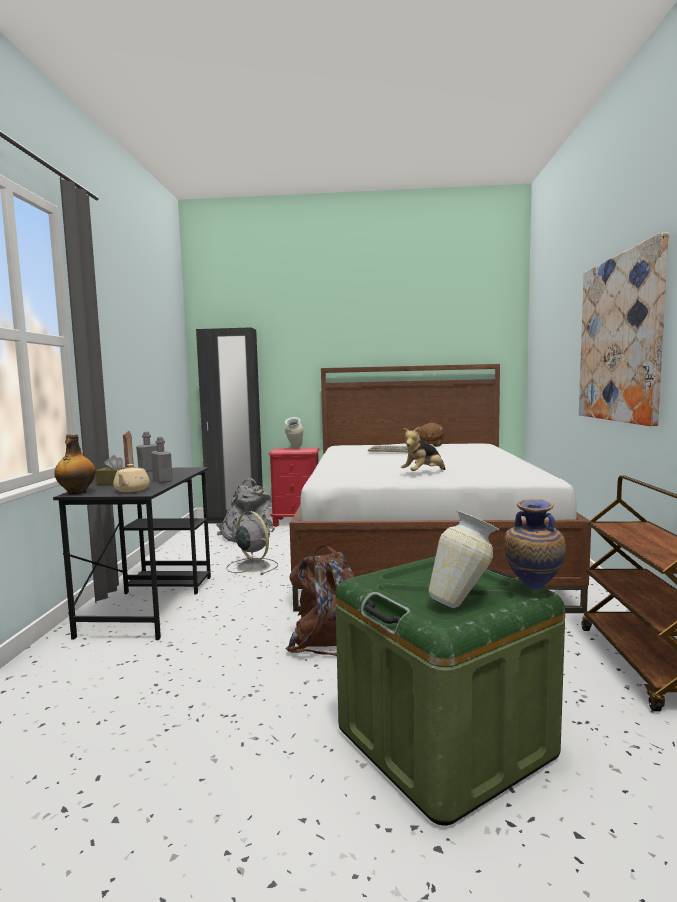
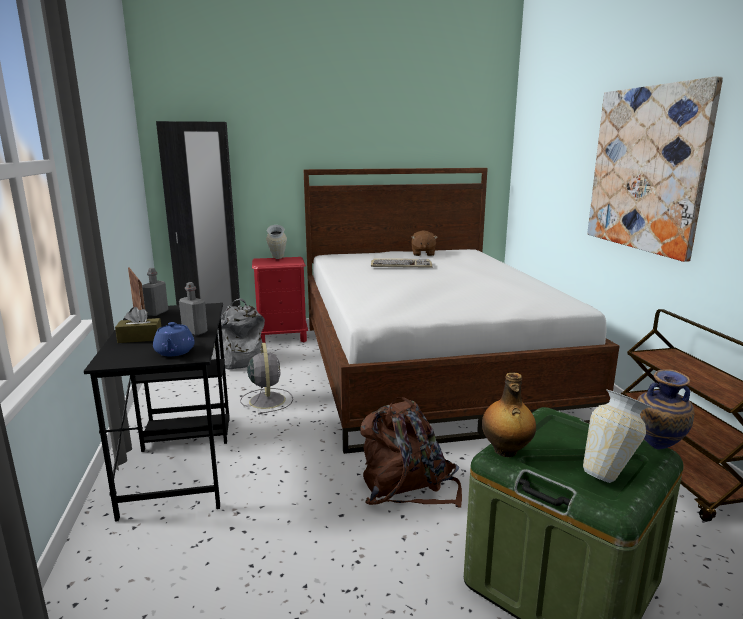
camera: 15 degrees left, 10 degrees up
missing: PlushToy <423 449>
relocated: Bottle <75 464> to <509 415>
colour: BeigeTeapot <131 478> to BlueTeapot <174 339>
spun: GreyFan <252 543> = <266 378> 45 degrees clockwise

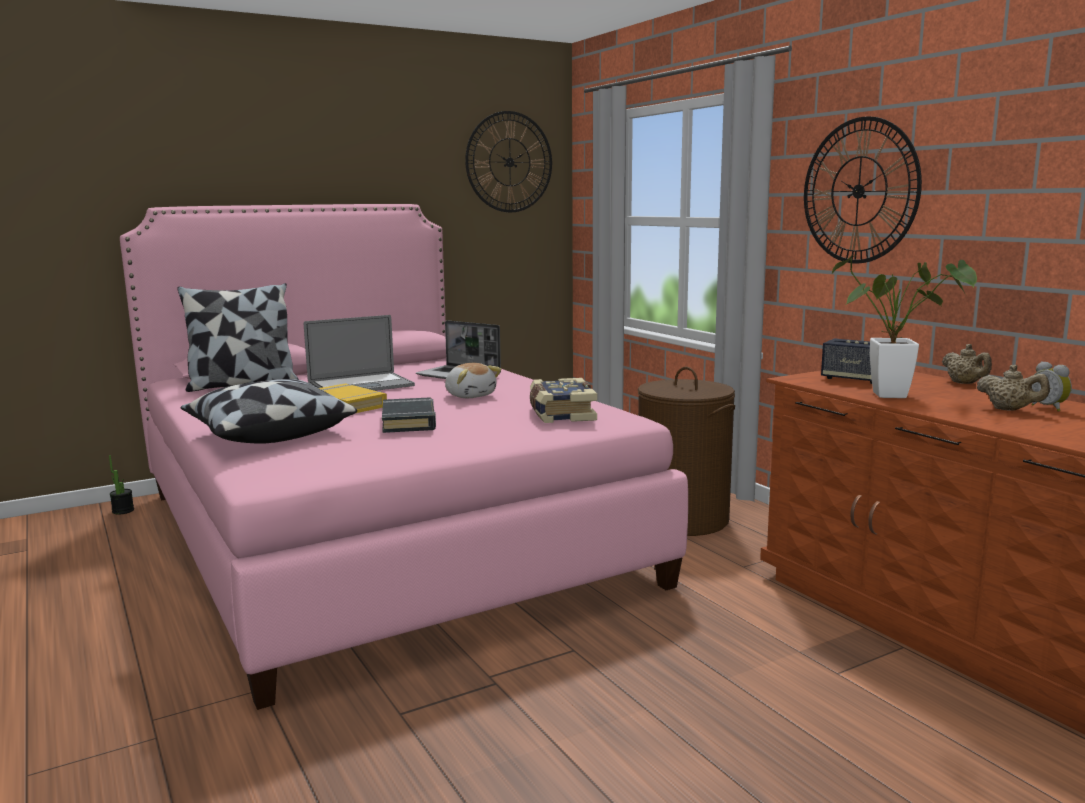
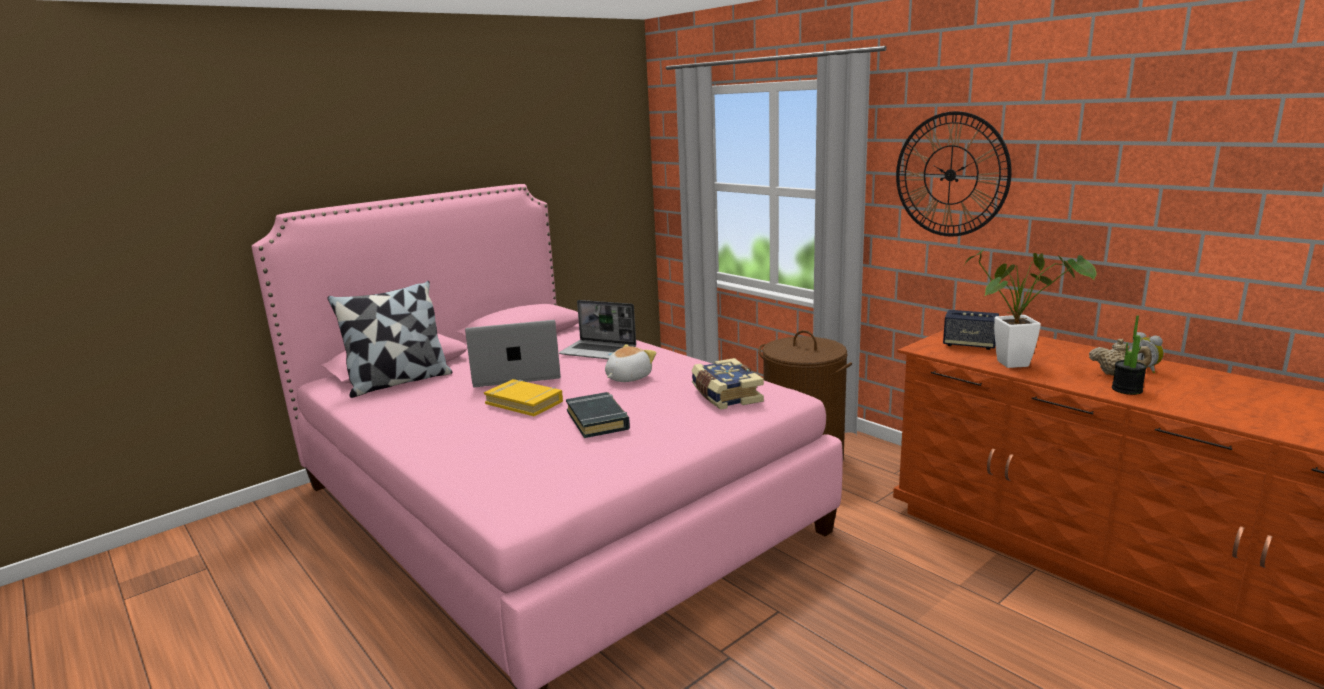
camera: 10 degrees left, 5 degrees up
missing: Pillow <269 411>; WallClock <508 161>; BeigeTeapot <967 364>
relocated: PottedPlant <121 485> to <1129 355>
spun: Laptop <359 353> = <513 353> 150 degrees counterclockwise; PlushToy <473 380> = <630 363> 90 degrees counterclockwise

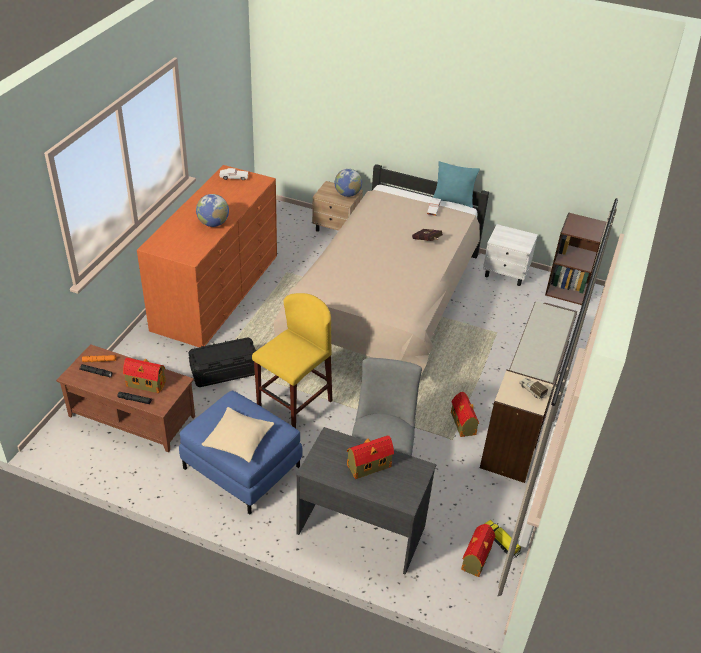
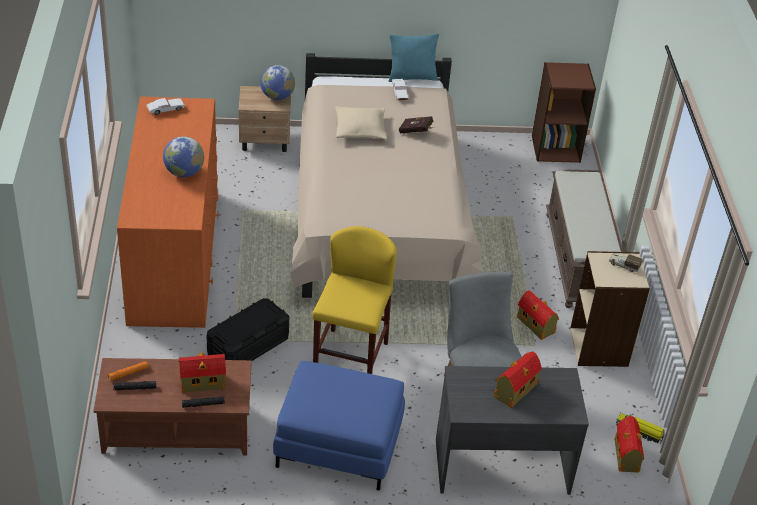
camera: 25 degrees left, 0 degrees up
missing: WhiteNightstand <510 255>
relocated: BeigePillow <238 435> to <361 123>

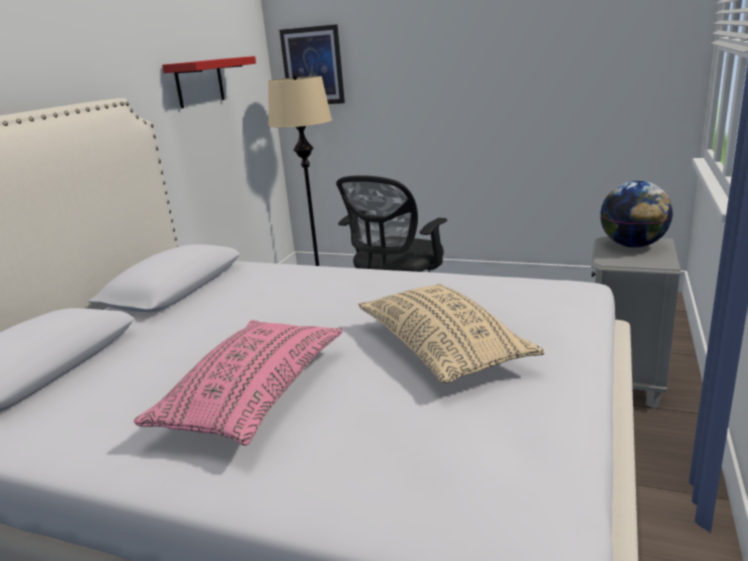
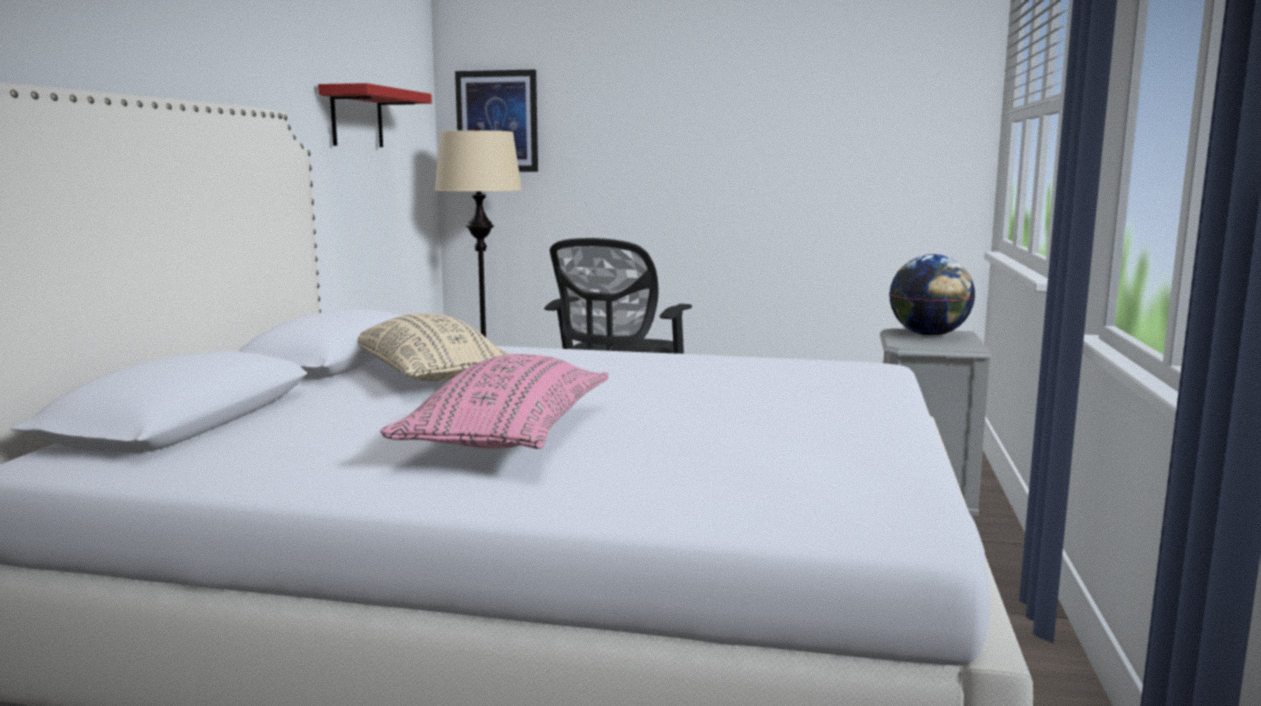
camera: 10 degrees left, 10 degrees down
relocated: BeigePillow <451 333> to <434 347>

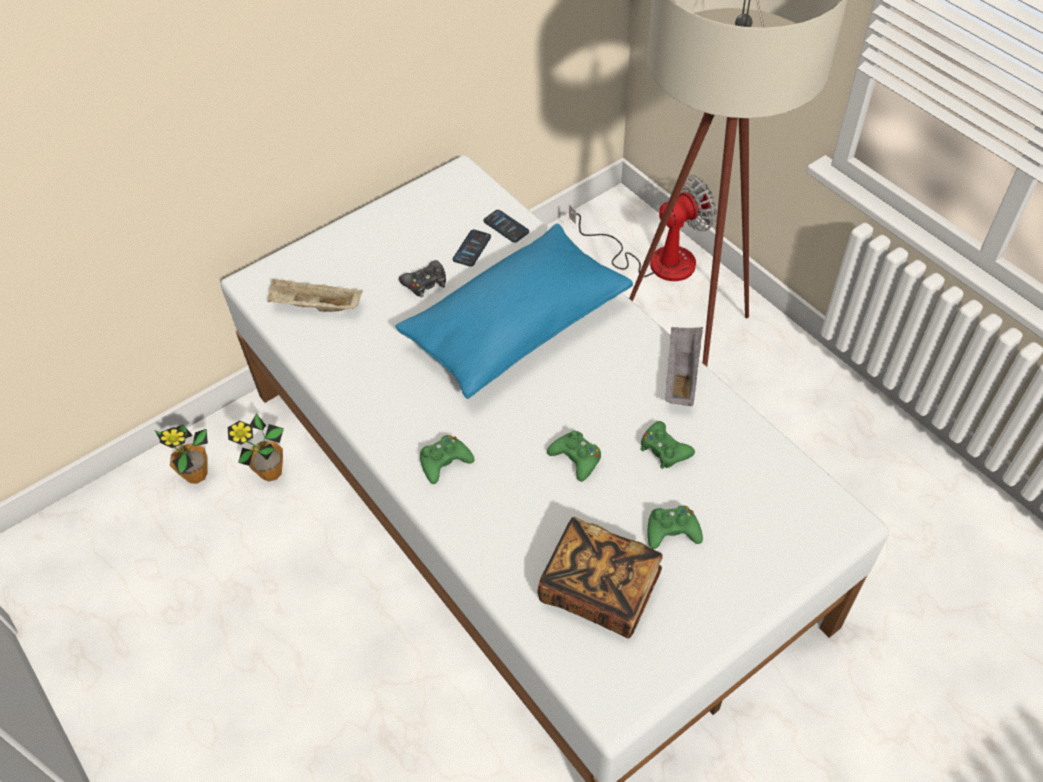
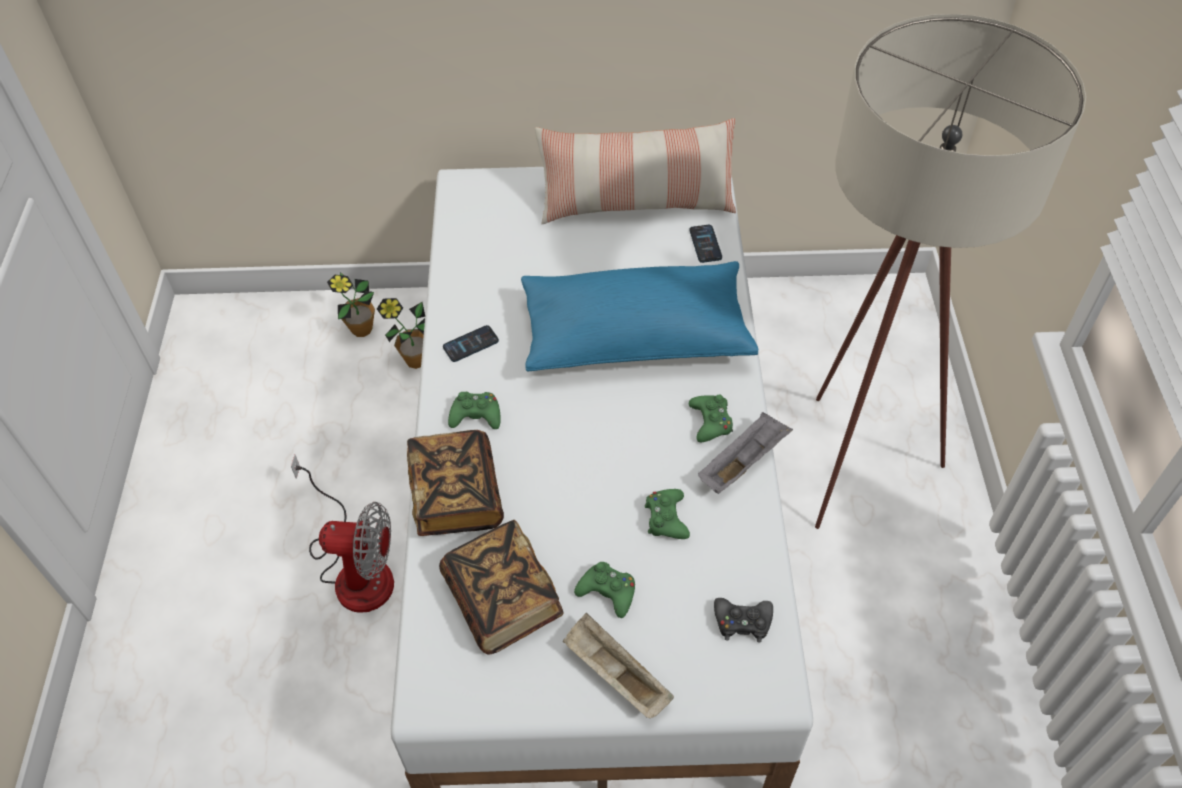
camera: 35 degrees right, 0 degrees up
appeared: Book <455 483>; Pillow <635 171>
relocated: Fan <643 228> to <342 534>; Phone <472 248> to <471 343>; BeigeTray <315 295> to <618 665>; GreenGameController <574 456> to <711 418>; BlackGameController <422 279> to <743 620>

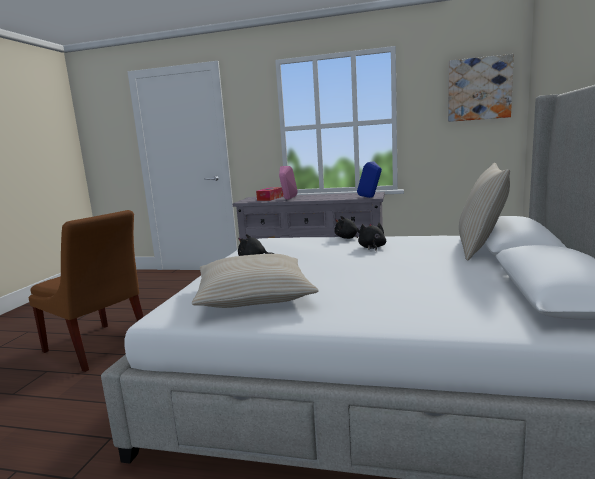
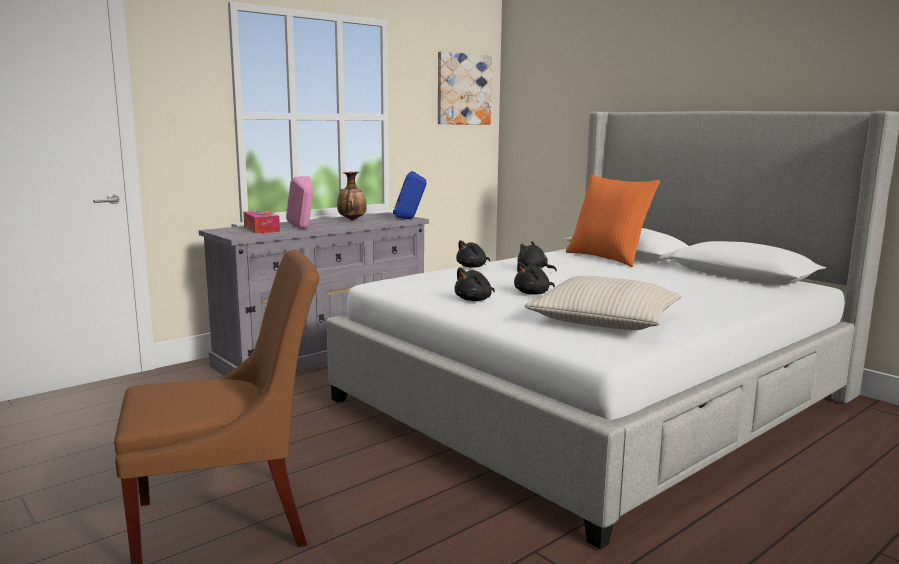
camera: 55 degrees left, 0 degrees up
appeared: Vase <352 196>; BlackPlushToy <534 278>
colour: BeigePillow <484 212> to OrangePillow <613 220>

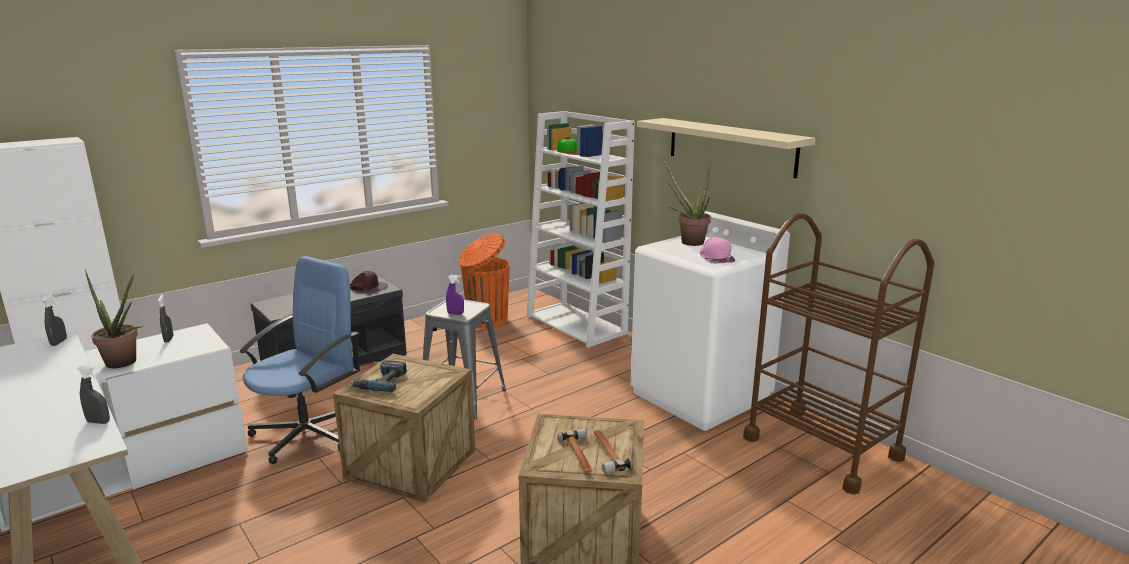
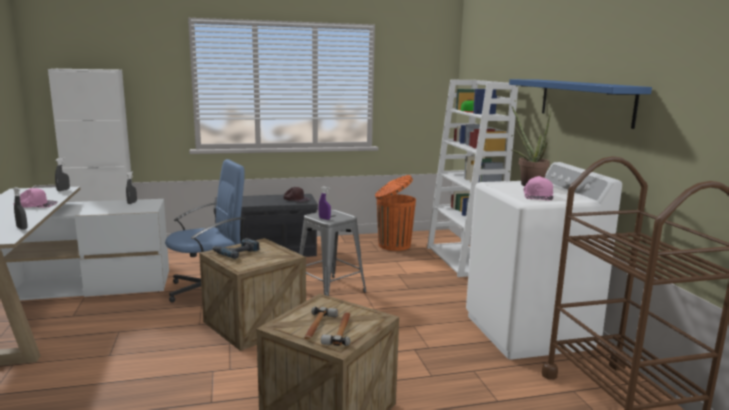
camera: 25 degrees right, 5 degrees down
missing: PottedPlant <114 319>
appeared: PinkCap <39 198>
colour: BeigeShelf <726 148> to BlueShelf <580 104>

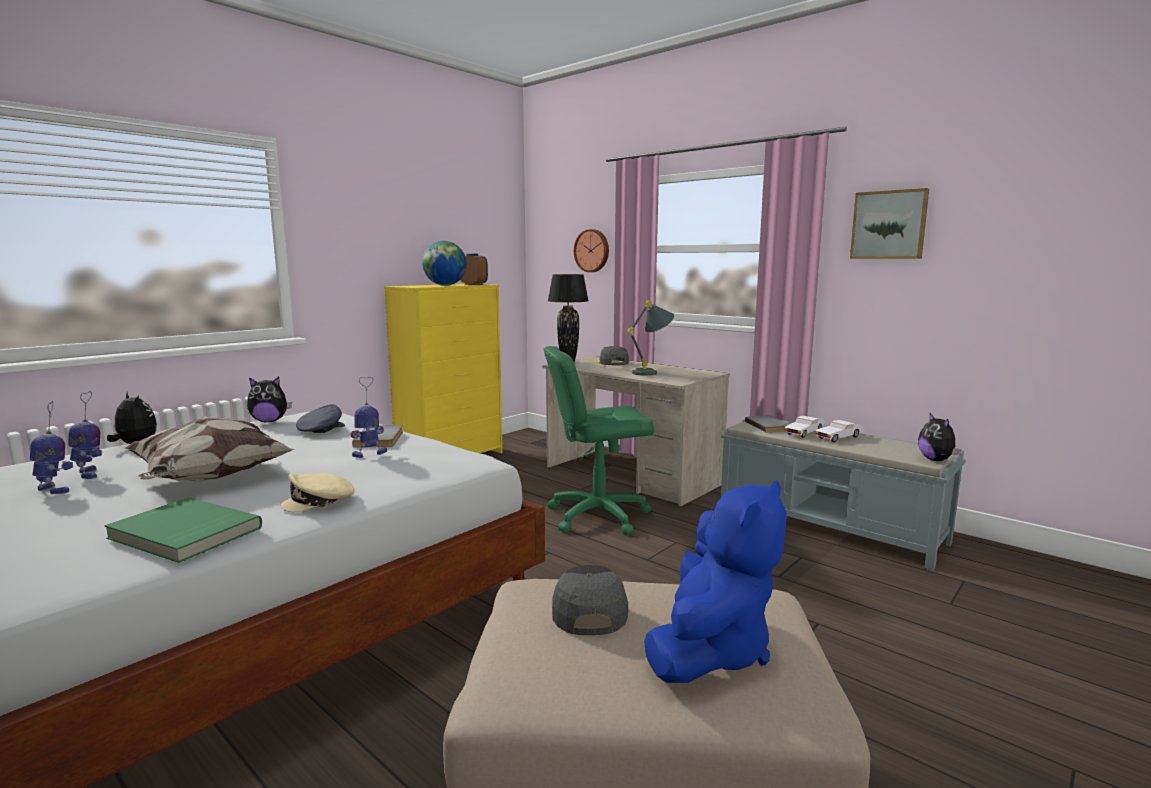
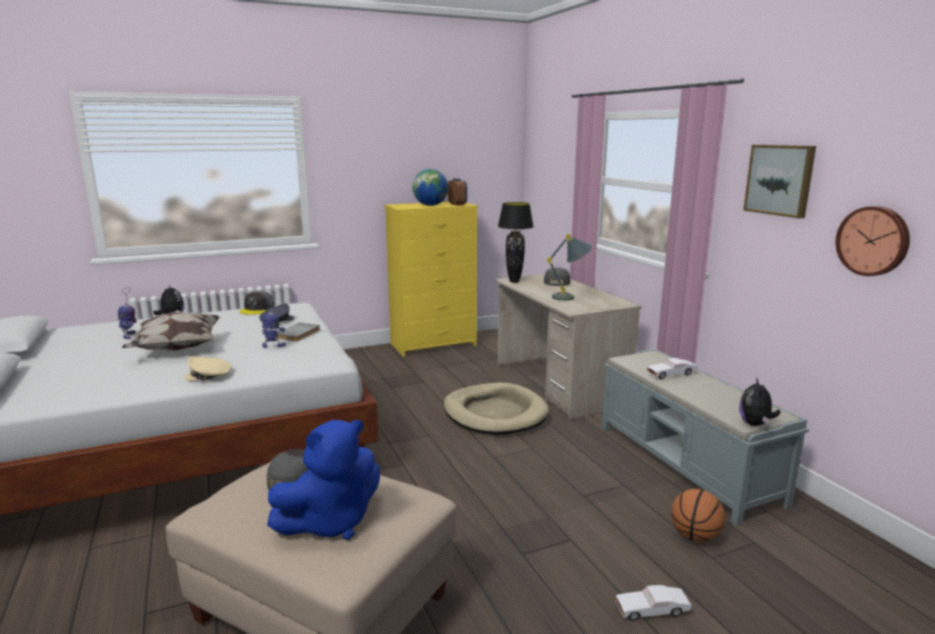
camera: 25 degrees right, 5 degrees up
missing: ToyRobot <51 447>; GreenBook <183 530>; GreyBook <767 424>
appeared: Basketball <698 515>
relocated: WhiteToyCar <839 431> to <654 603>; WallClock <591 250> to <873 241>
exchanged: PlushToy <269 399> to GreyCap <257 303>; GreenOfficeChair <599 440> to BeigeDogBed <496 409>

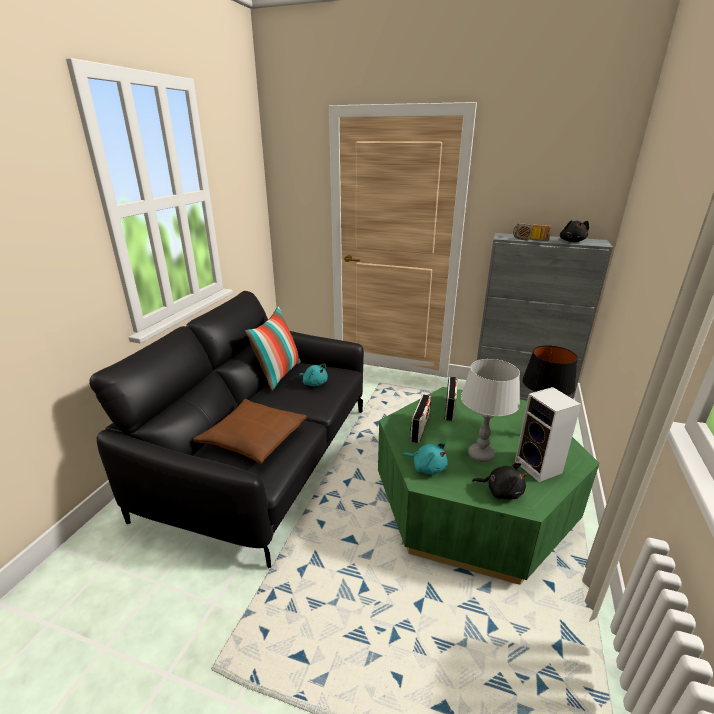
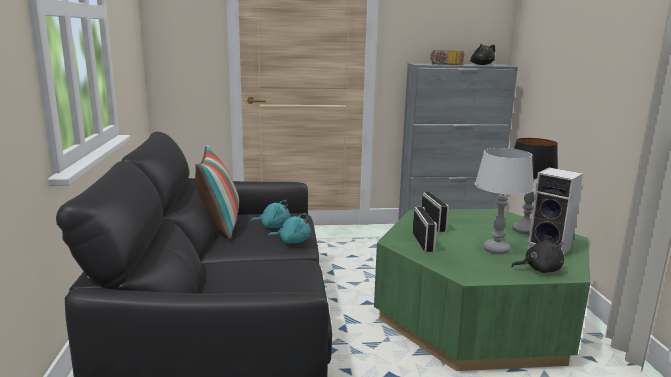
camera: 25 degrees left, 10 degrees down
missing: BrownPillow <250 431>
relocated: TurquoisePlushToy <425 458> to <289 228>

